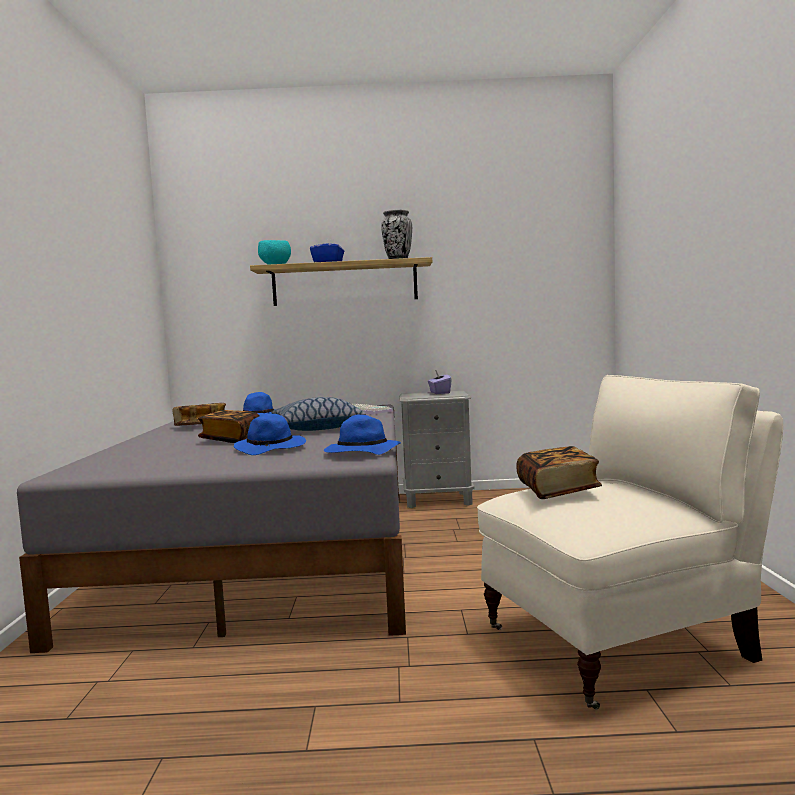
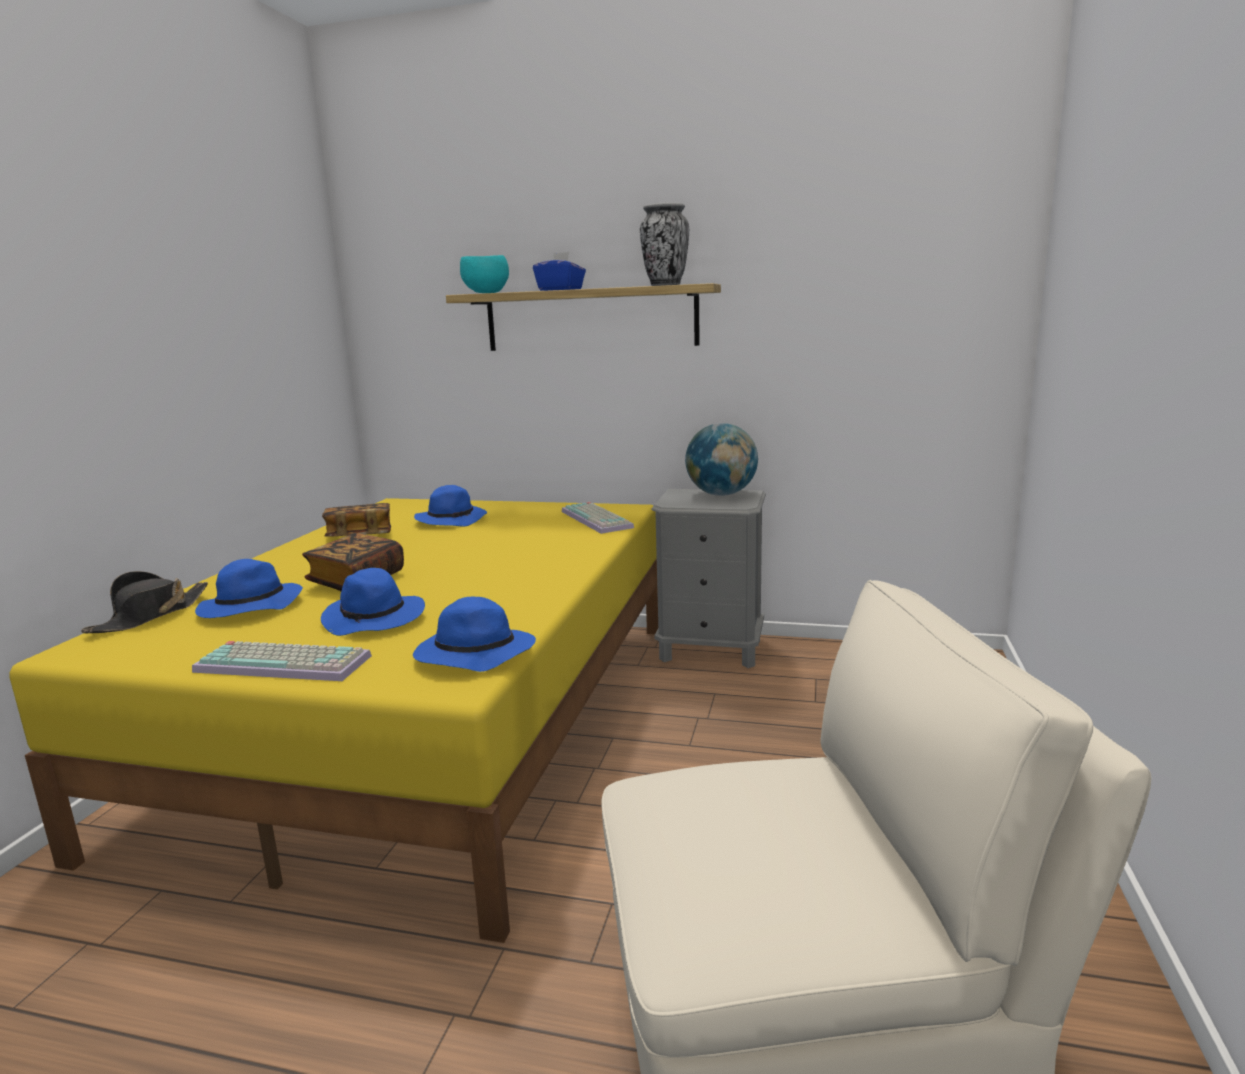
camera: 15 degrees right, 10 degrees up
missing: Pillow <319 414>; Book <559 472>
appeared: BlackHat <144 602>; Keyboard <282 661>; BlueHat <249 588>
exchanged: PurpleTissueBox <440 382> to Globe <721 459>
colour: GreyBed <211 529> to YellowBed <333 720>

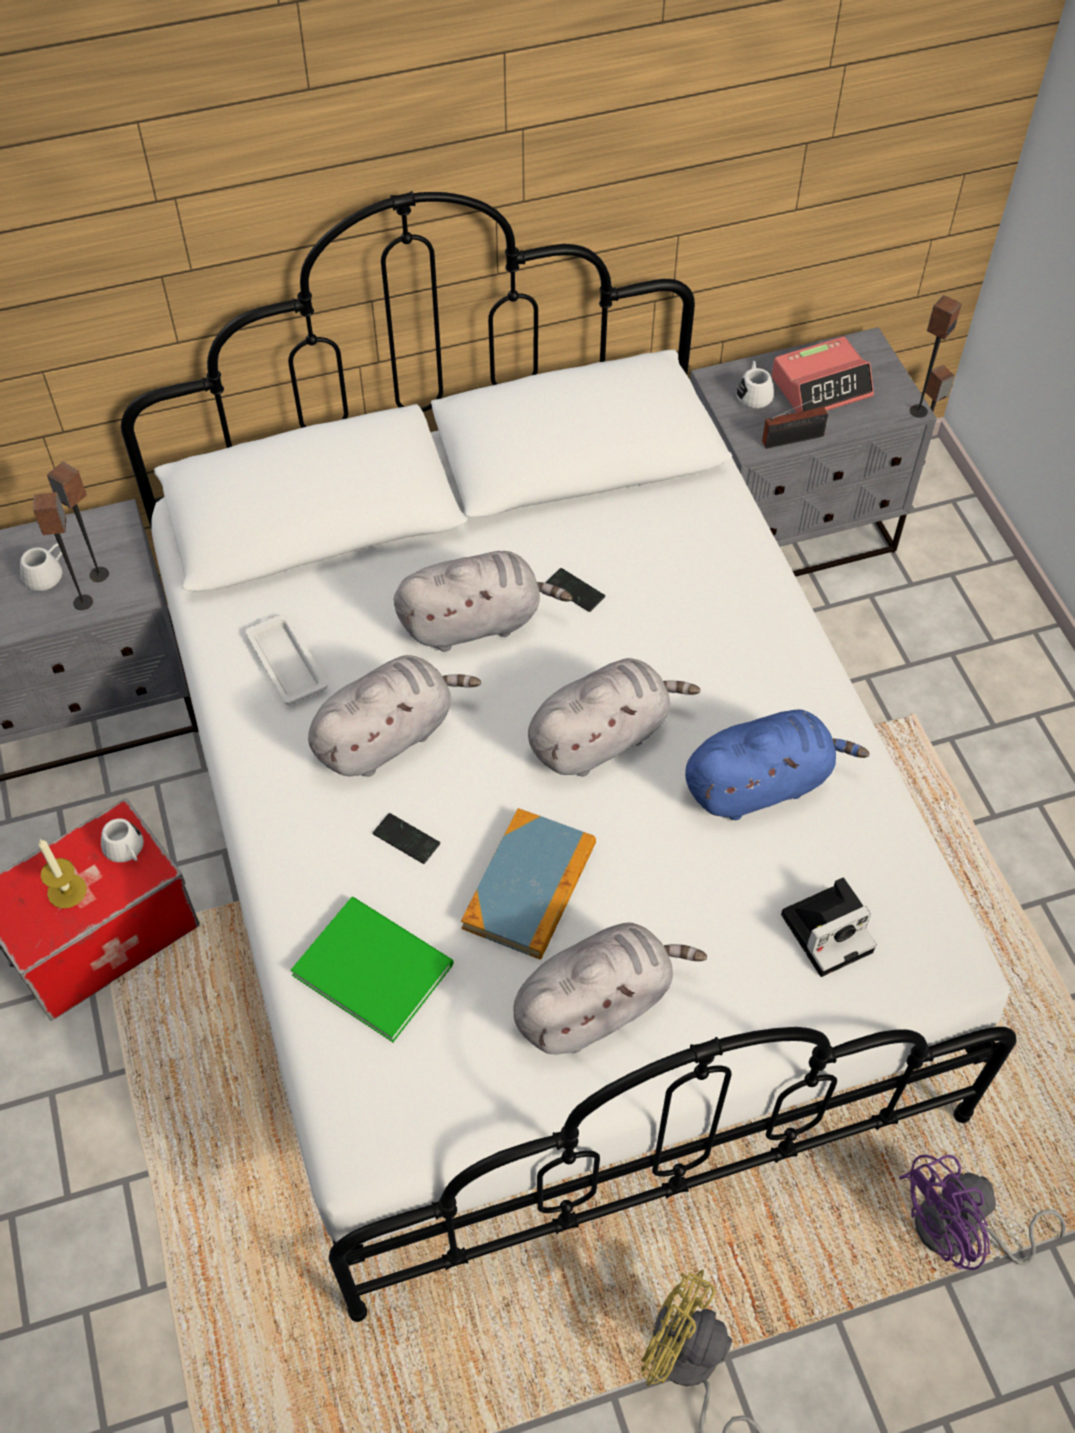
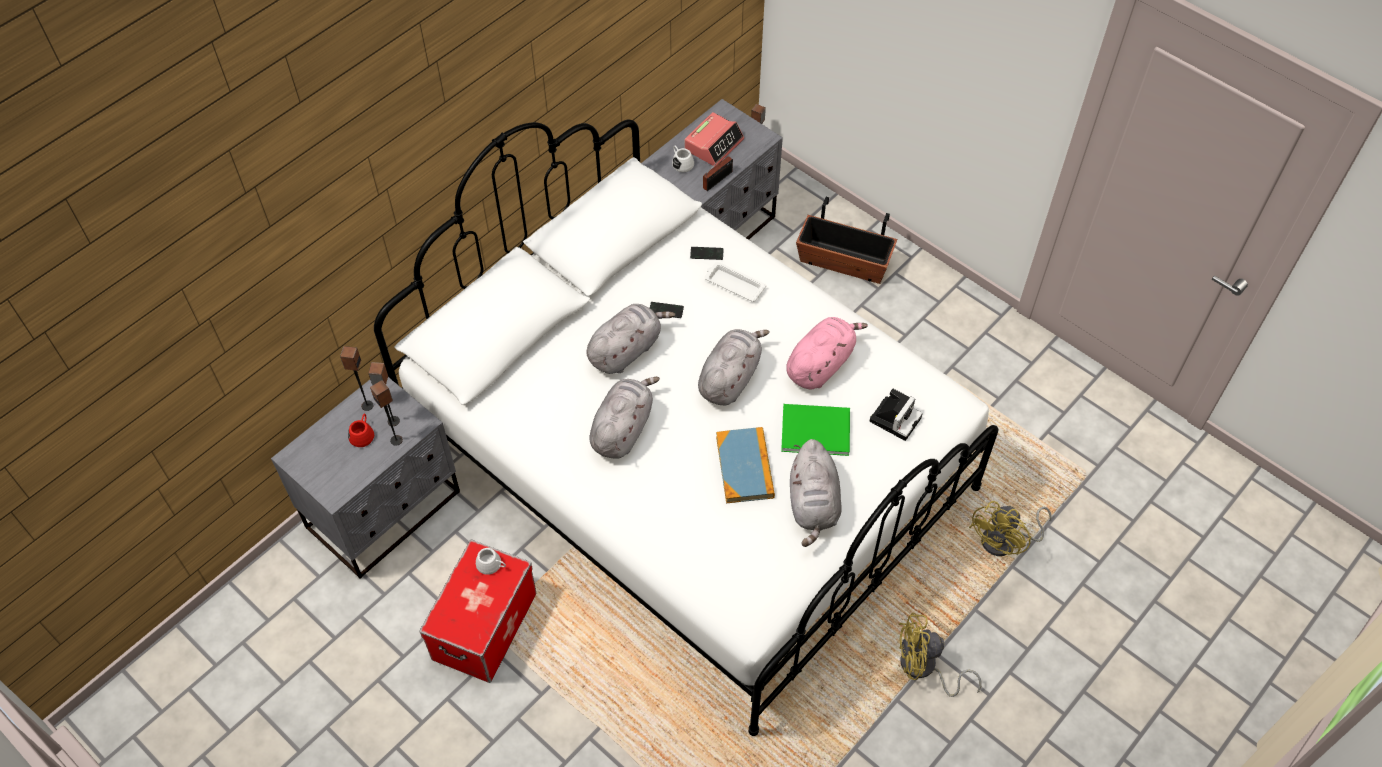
camera: 30 degrees left, 0 degrees up
missing: Candle <62 874>
appeared: Planter <847 240>
relocated: Speaker <935 356> to <356 378>; Phone <406 838> to <707 253>; WhiteTray <287 659> to <735 282>; GreenBook <372 969> to <815 430>
colour: WhiteMug <41 567> to RedMug <361 430>; BluePlushToy <777 764> to PinkPlushToy <827 353>; PurpleFan <982 1212> to YellowFan <1010 528>
spun: GreyPlushToy <610 988> = <816 493> 150 degrees clockwise

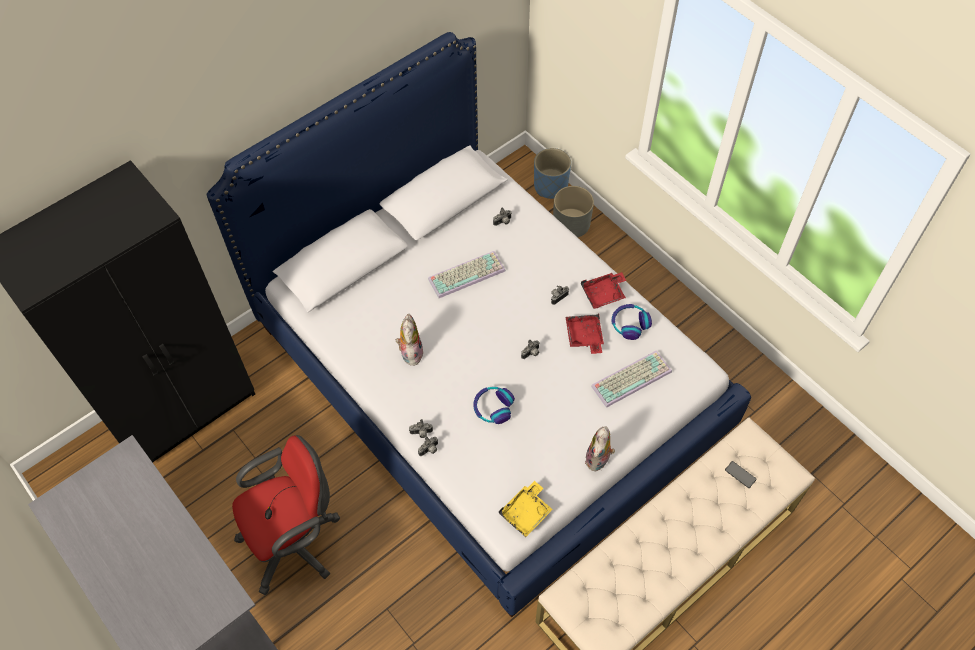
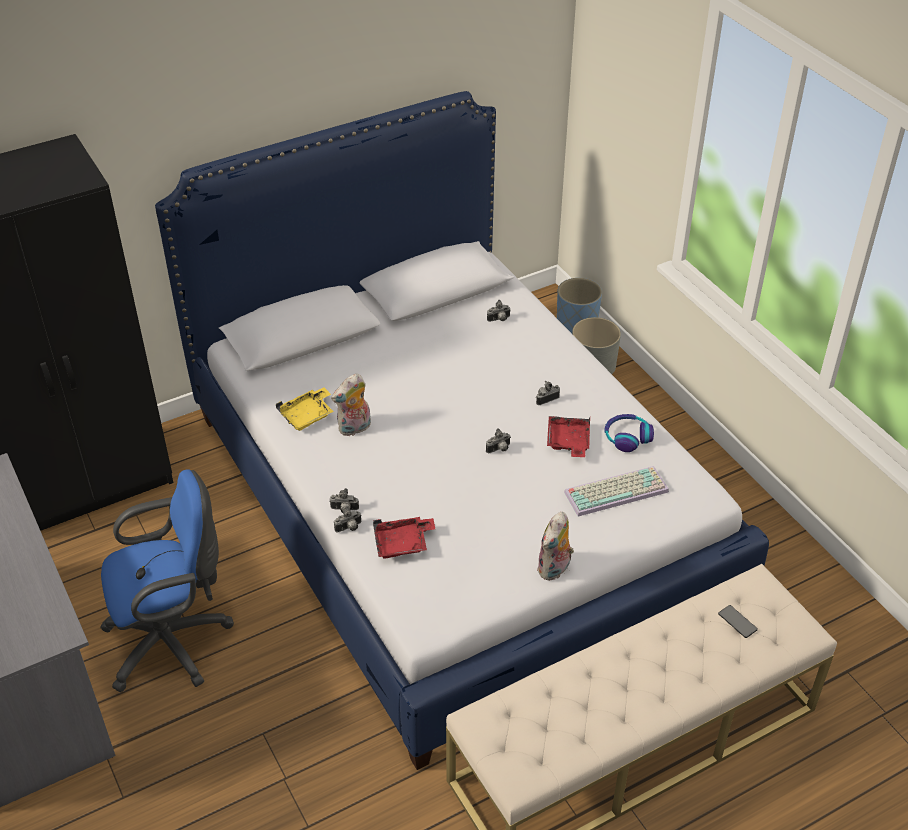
camera: 10 degrees right, 15 degrees down
missing: Keyboard <467 274>; Headphones <494 405>
relocated: YellowTray <526 509> to <305 409>; RedTray <603 290> to <404 538>
colour: RedOfficeChair <286 515> to BlueOfficeChair <167 580>
spun: PlushToy <410 339> = <351 404> 135 degrees counterclockwise

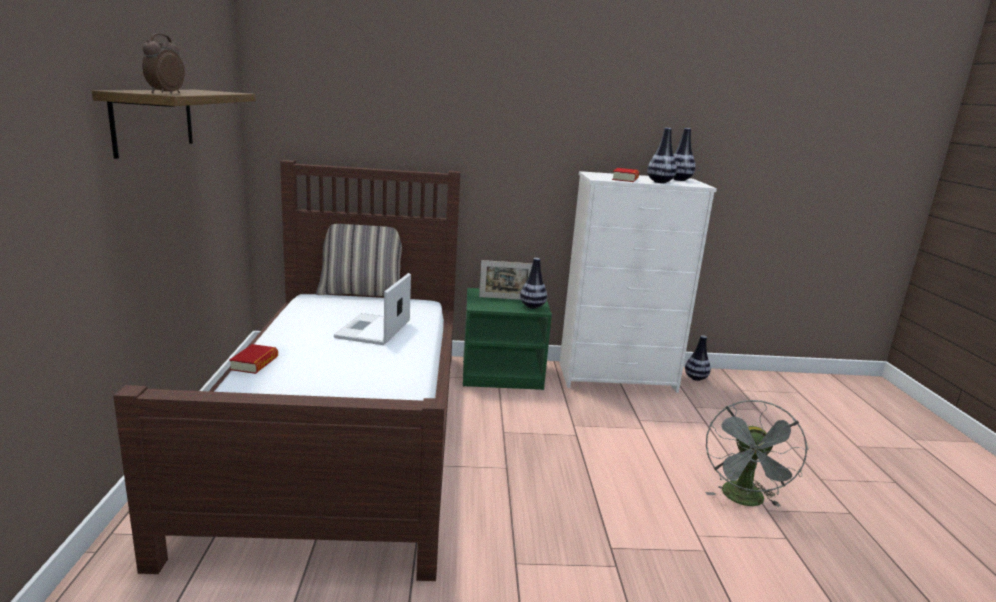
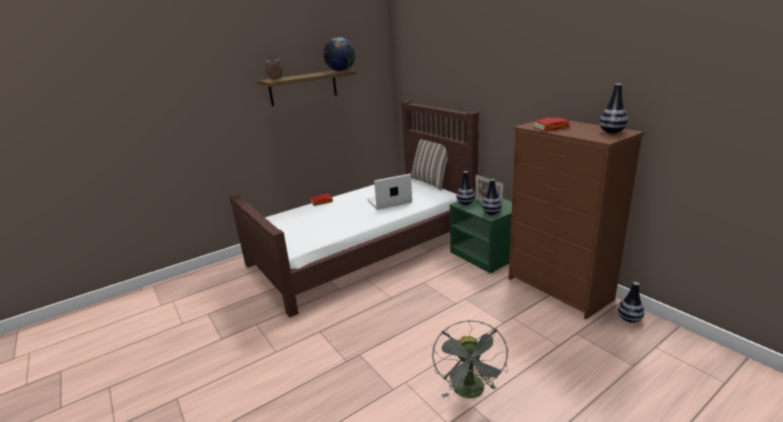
camera: 60 degrees right, 5 degrees up
appeared: Globe <339 54>
relocated: Vase <662 155> to <465 188>
colour: WhiteDresser <638 282> to BrownDresser <576 218>
spun: GreyFan <756 453> = <470 359> 75 degrees counterclockwise

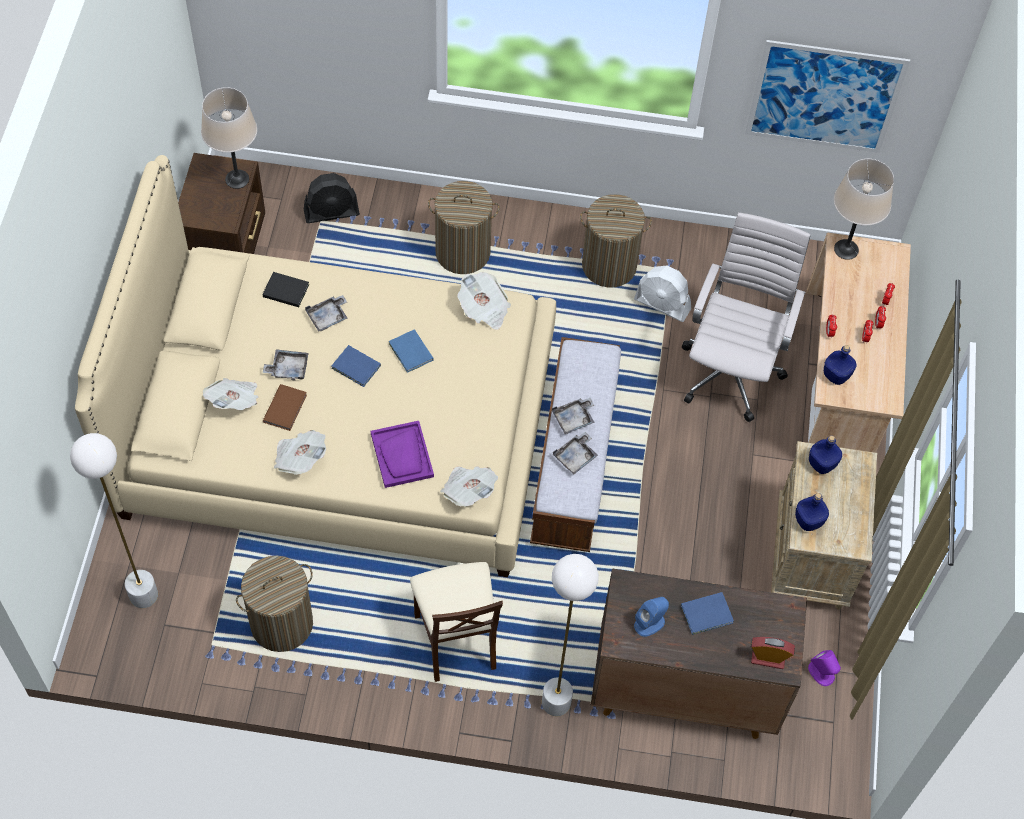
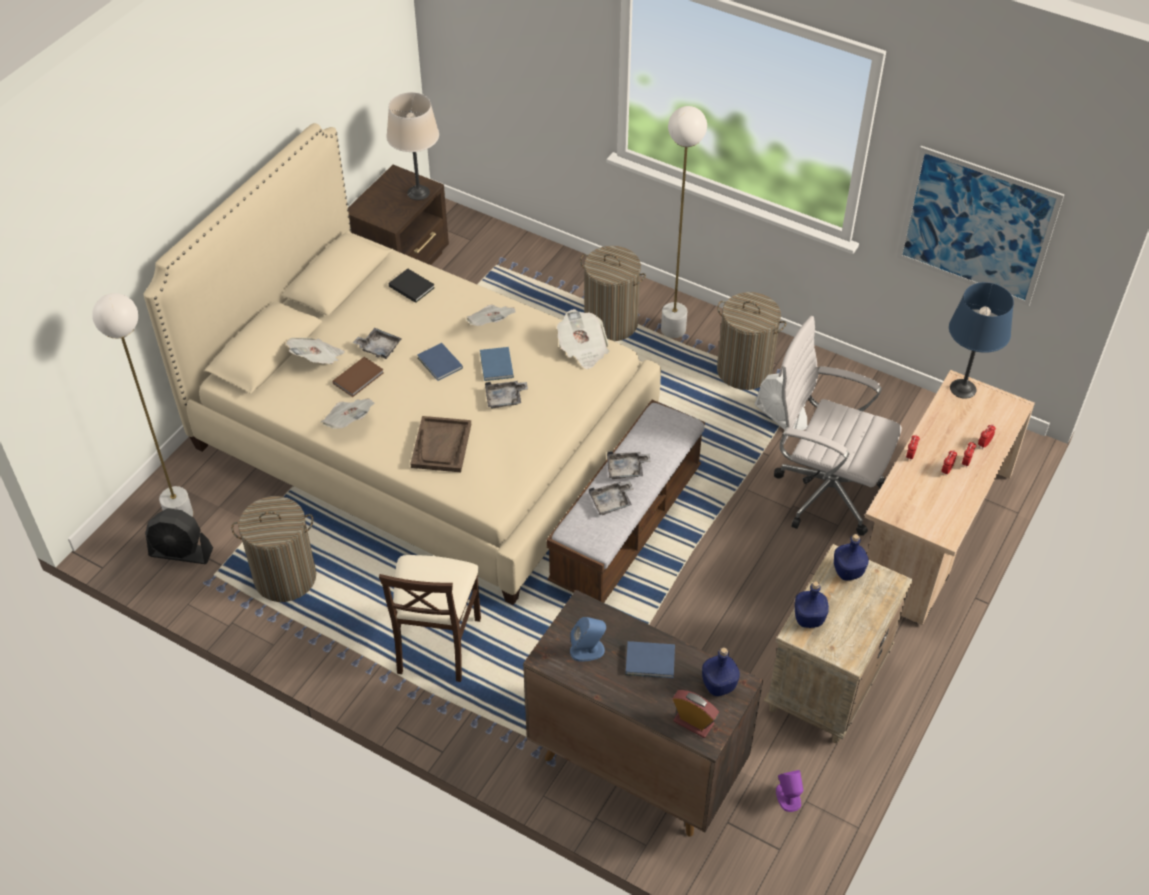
camera: 25 degrees right, 10 degrees down
relocated: BlackFan <332 198> to <179 536>; Newspaper <469 486> to <490 315>; GreyTray <326 313> to <506 395>; WhiteFloorLamp <570 635> to <684 222>; BlueBottle <840 365> to <721 672>
colour: PurpleTray <402 454> to BrownTray <440 444>; BeigeTableLamp <864 209> to BlueTableLamp <981 340>
spun: WhiteOfficeChair <746 317> = <838 426> 105 degrees counterclockwise

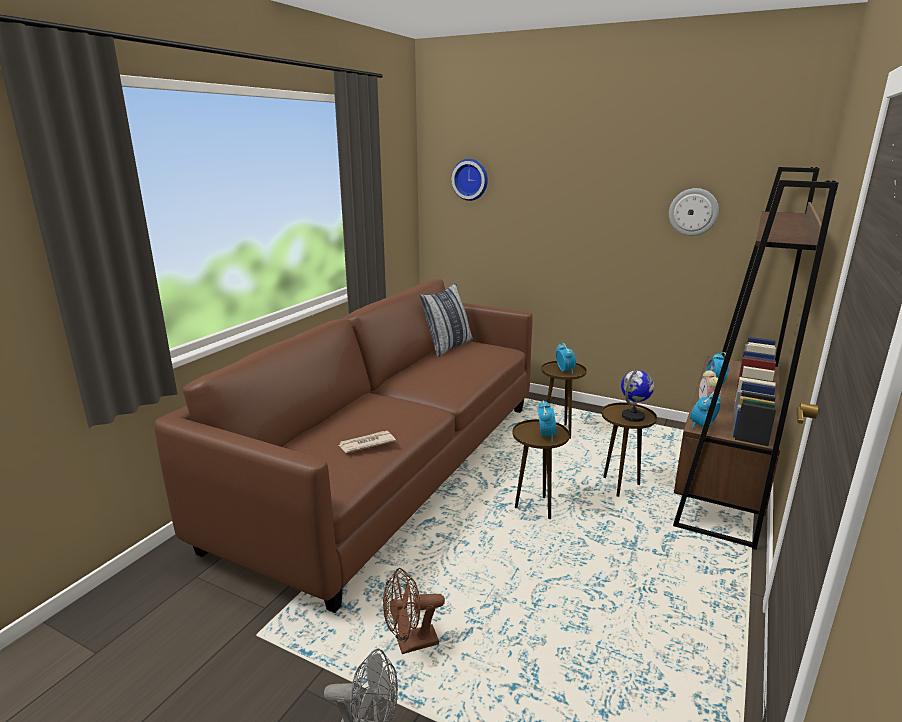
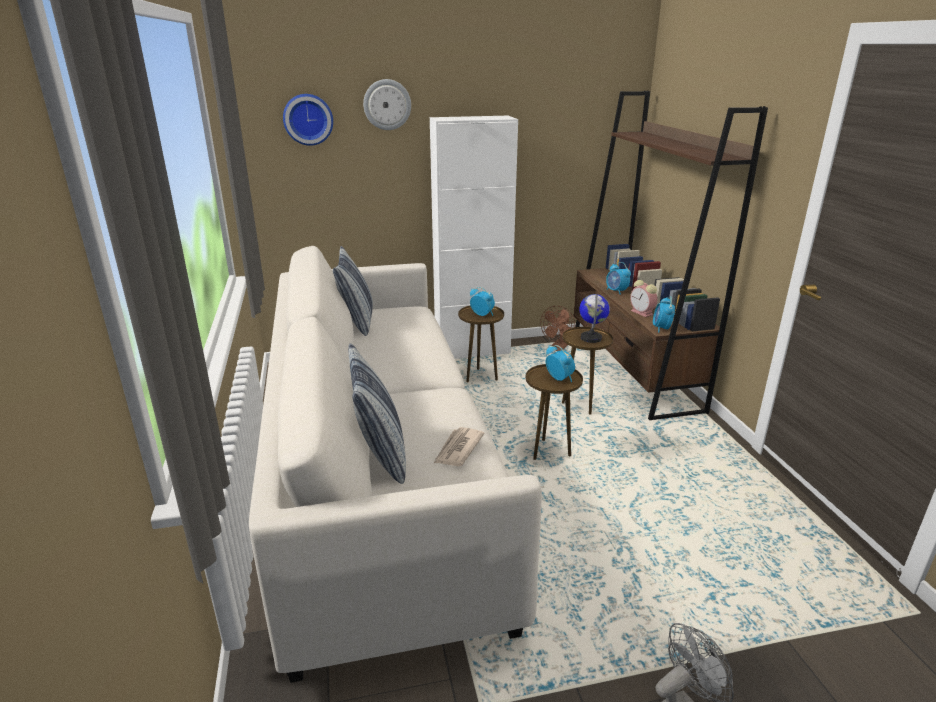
camera: 40 degrees left, 5 degrees up
appeared: Pillow <377 413>; WhiteCabinet <474 237>
relocated: WallClock <694 212> to <387 104>; BrownFan <414 611> to <557 328>
colour: BrownSofa <343 446> to WhiteSofa <395 464>

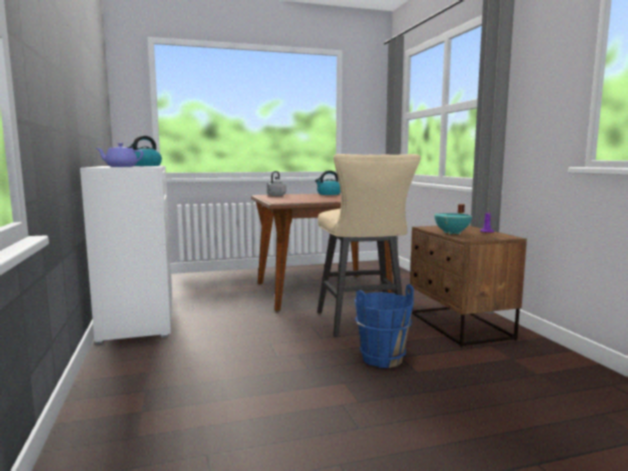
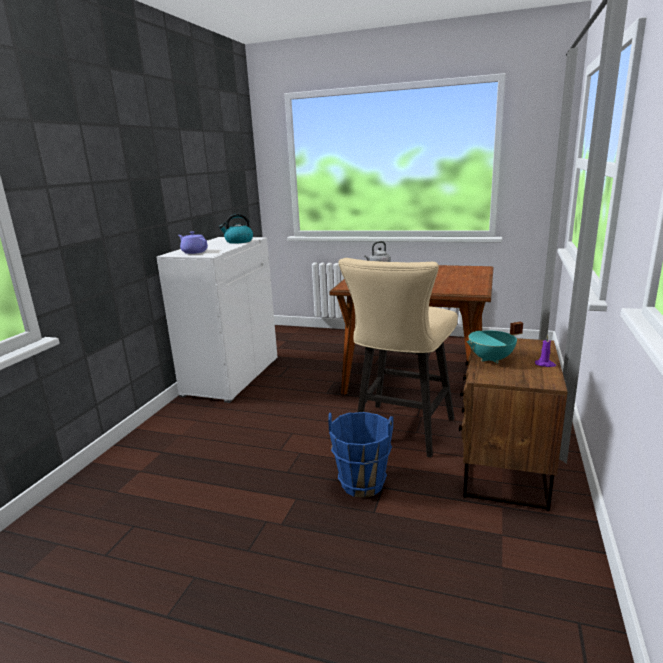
camera: 35 degrees right, 10 degrees up
missing: Kettle <328 183>

